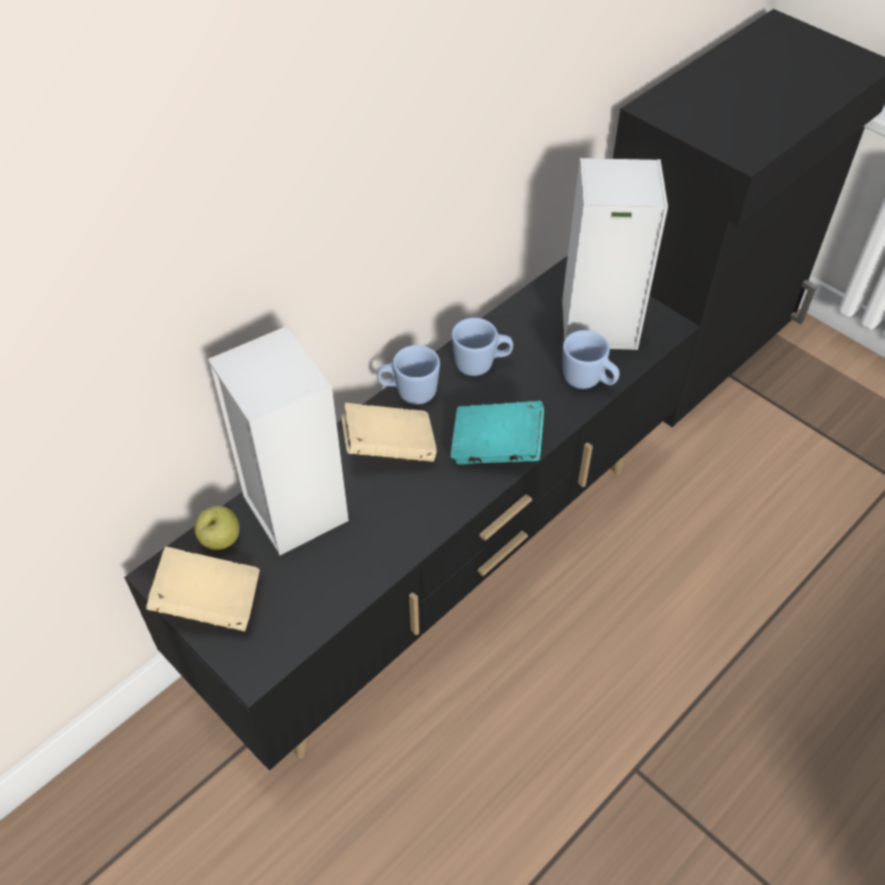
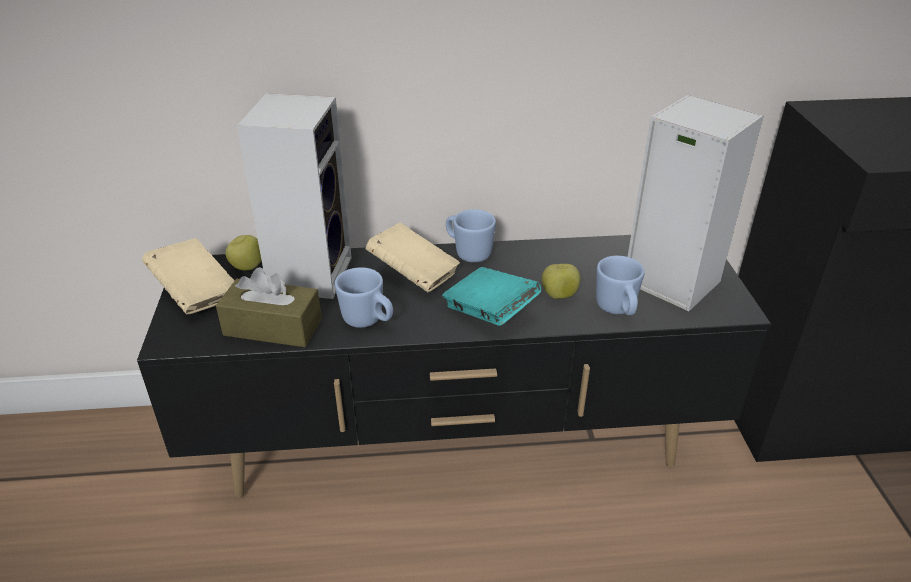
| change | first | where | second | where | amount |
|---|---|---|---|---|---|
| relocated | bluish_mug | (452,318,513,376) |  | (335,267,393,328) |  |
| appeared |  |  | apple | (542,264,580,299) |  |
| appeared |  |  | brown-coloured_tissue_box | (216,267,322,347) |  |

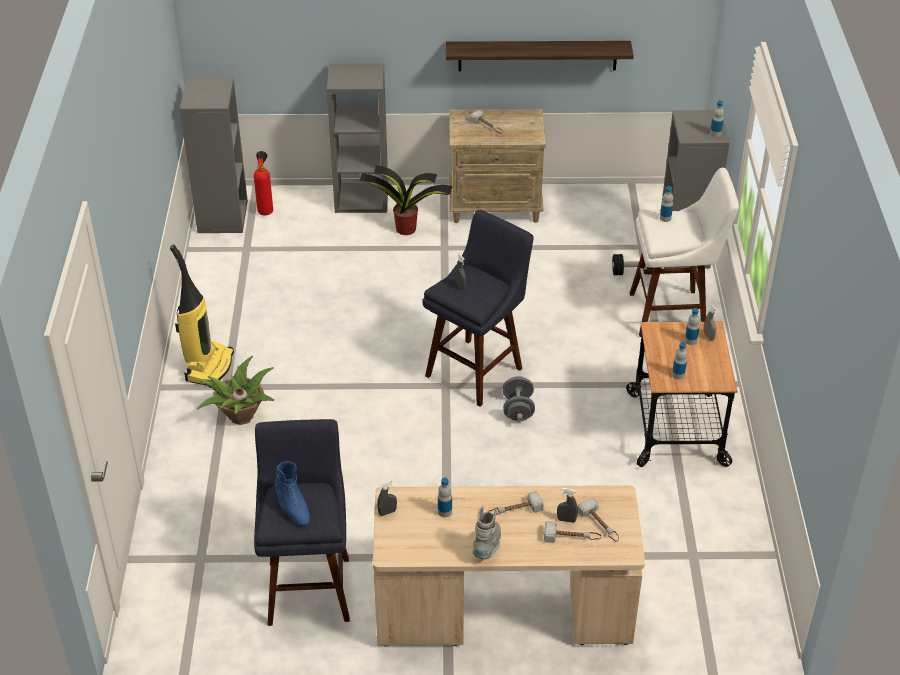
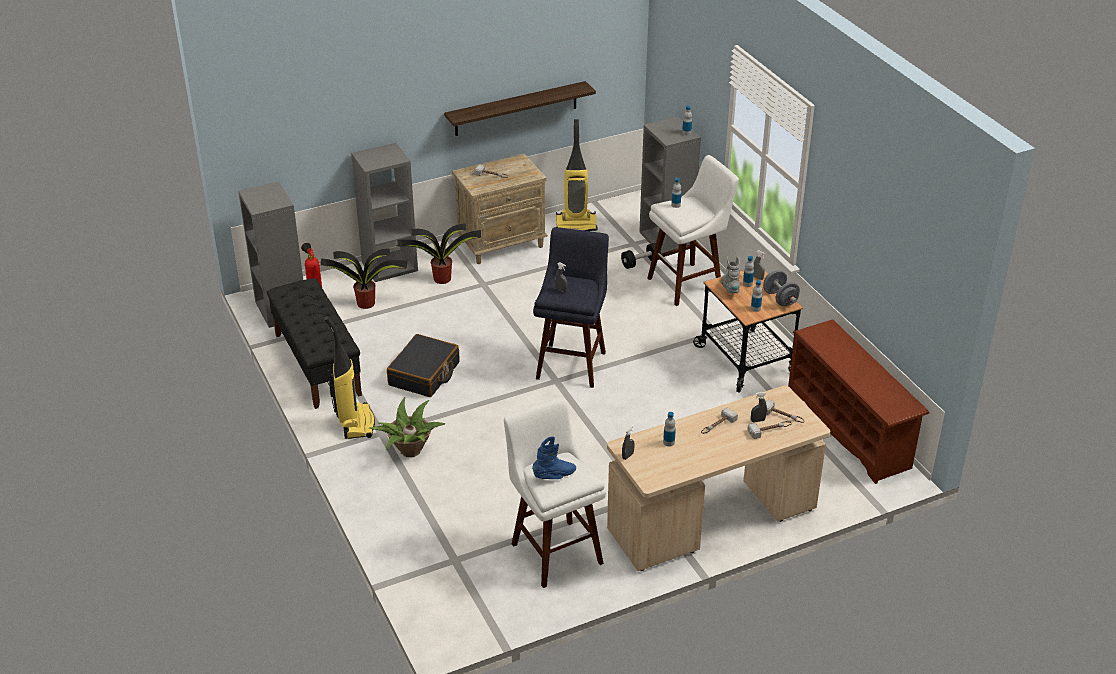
| change | first | where | second | where | amount |
|---|---|---|---|---|---|
| relocated | greyish_hand_weight | (502,376,535,421) |  | (763,270,800,306) |  |
| colour | bluish_stool | (254,419,350,626) | whitish_stool | (504,398,606,588) |  |
| spun | bluish_high-top_boot | (275,461,310,526) |  | (532,436,576,479) | 60 degrees counterclockwise |
| relocated | greyish_high-top_boot | (473,505,501,560) |  | (721,256,740,293) |  |
| appeared |  |  | hoover | (556,119,598,231) |  |
| appeared |  |  | houseplant | (320,249,407,309) |  |
| appeared |  |  | blackish_long_seat | (267,278,362,409) |  |
| appeared |  |  | brown-coloured_shoe_stand | (788,319,929,484) |  |
| appeared |  |  | blackish_travel_case | (387,334,459,397) |  |

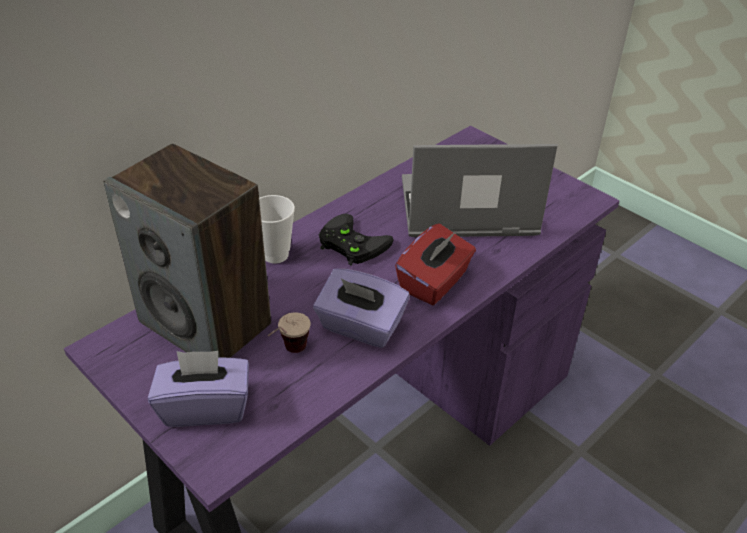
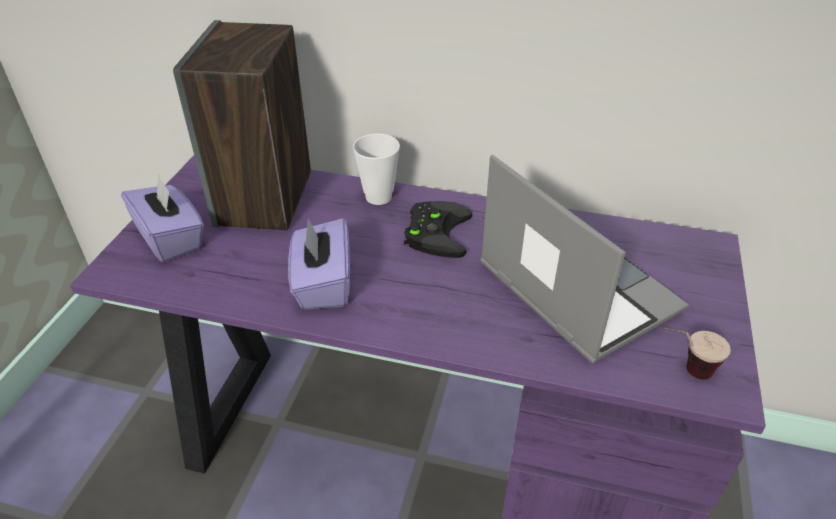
| change | first | where | second | where | amount |
|---|---|---|---|---|---|
| missing | red_tissue_box | (395,223,476,305) |  |  |  |
| relocated | small_cup | (268,312,311,353) |  | (664,328,731,379) |  |

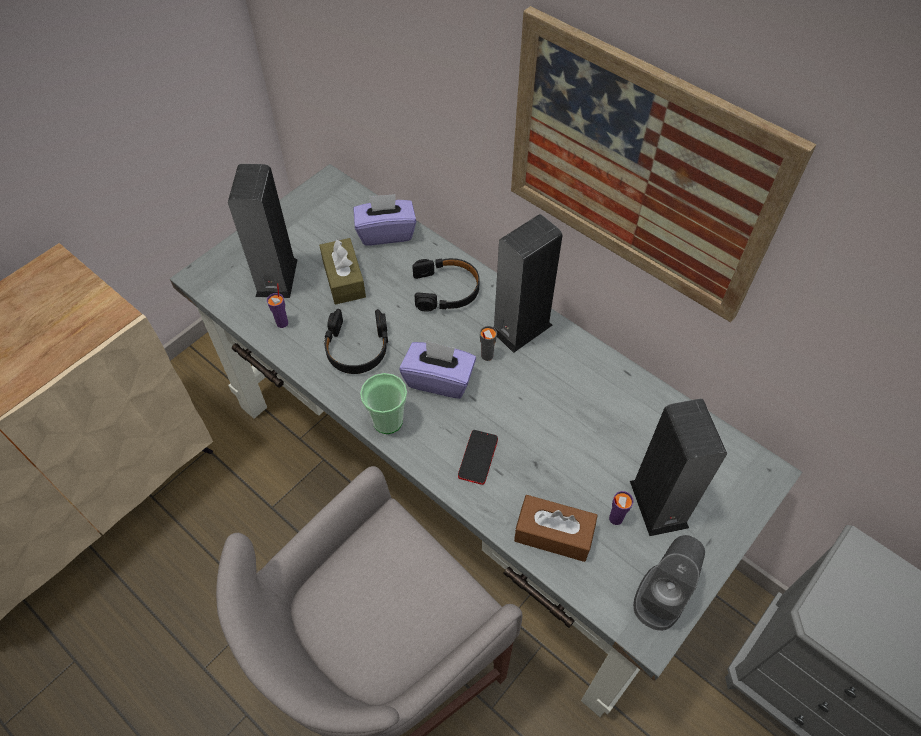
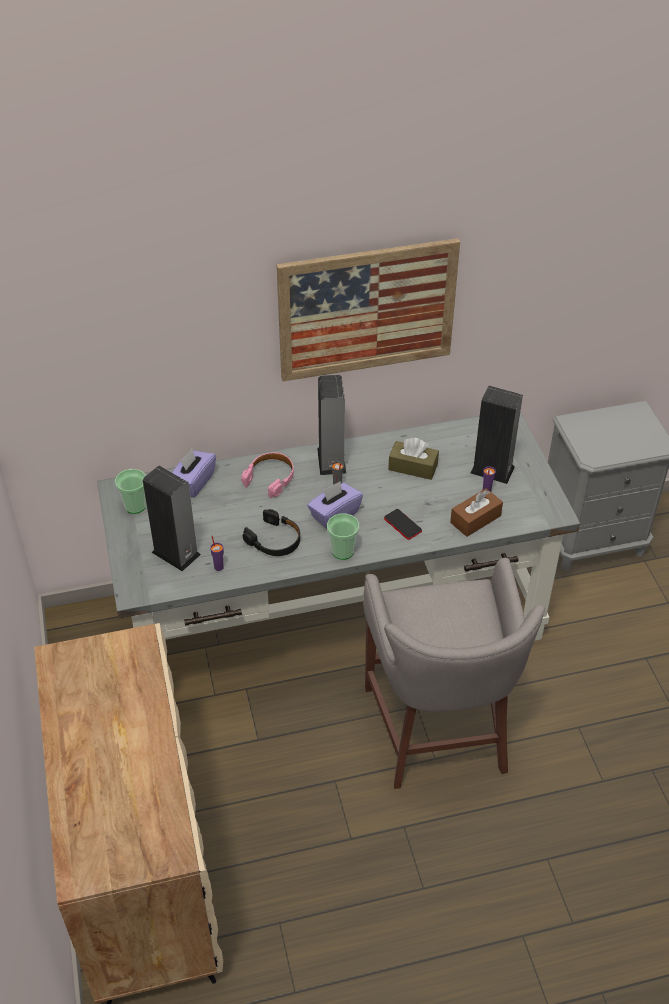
| change | first | where | second | where | amount |
|---|---|---|---|---|---|
| relocated | brown-coloured_tissue_box | (319,238,366,305) |  | (388,438,439,480) |  |
| colour | blackish_pair_of_headphones | (412,258,480,312) | pink-coloured_pair_of_headphones | (241,452,294,498) |  |
| missing | greyish_speaker | (633,535,705,631) |  |  |  |
| appeared |  |  | small_cup | (115,469,146,514) |  |

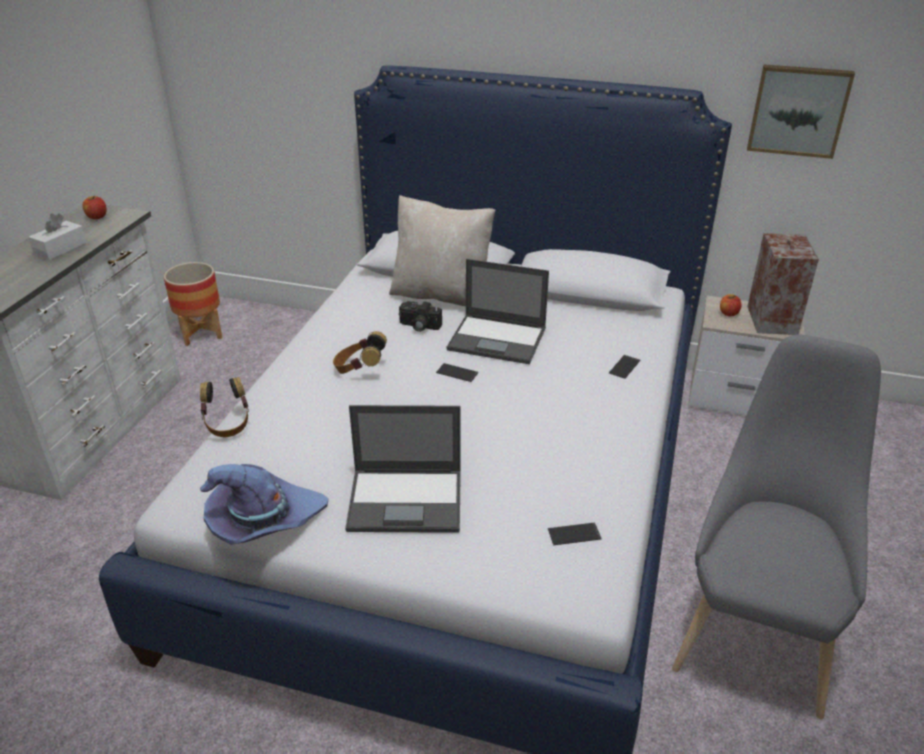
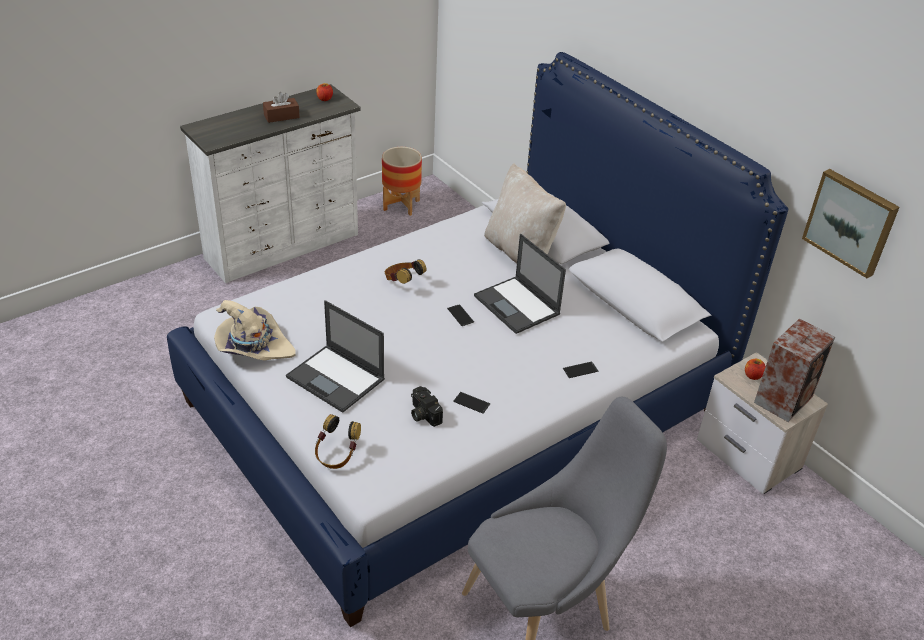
| change | first | where | second | where | amount |
|---|---|---|---|---|---|
| colour | whitish_tissue_box | (28,213,86,260) | brown-coloured_tissue_box | (263,92,300,123) |  |
| relocated | still_camera | (399,301,442,332) |  | (411,386,443,427) |  |
| relocated | pair_of_headphones | (200,377,249,437) |  | (315,414,361,469) |  |
| colour | purple-coloured_wearable_hat | (200,464,328,545) | beige-coloured_wearable_hat | (214,300,296,361) |  |
| relocated | handset | (548,522,602,545) |  | (453,392,490,414) |  |

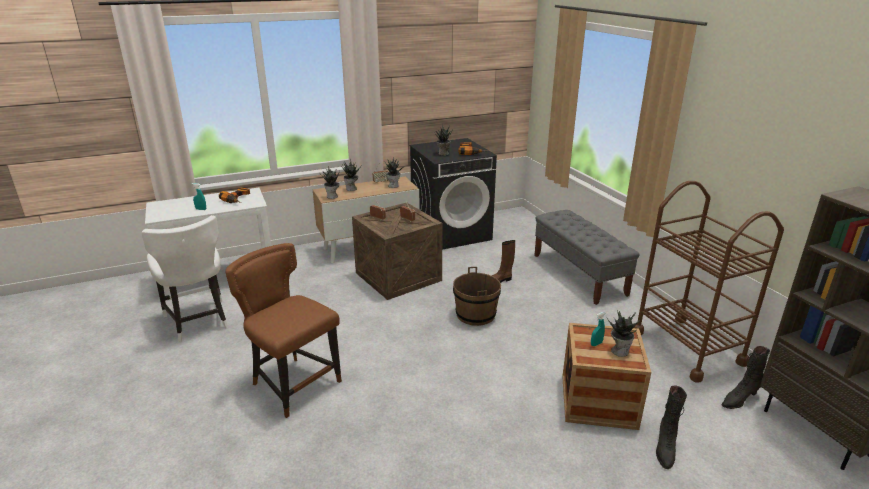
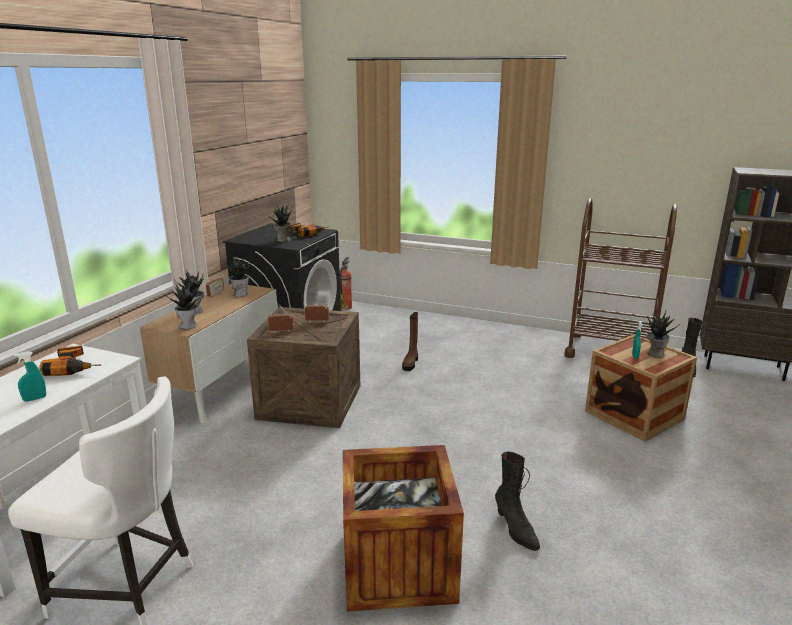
| change | first | where | second | where | amount |
|---|---|---|---|---|---|
| missing | greyish_long_seat | (534,210,640,305) |  |  |  |
| exchanged | brown-coloured_chair | (226,243,342,418) | crate | (343,445,464,612) |  |
| missing | brown-coloured_pail | (453,267,501,326) |  |  |  |
| relocated | blackish_high-top_boot | (656,386,687,469) |  | (495,452,540,551) |  |
| appeared |  |  | fire_extinguisher | (340,257,352,310) |  |

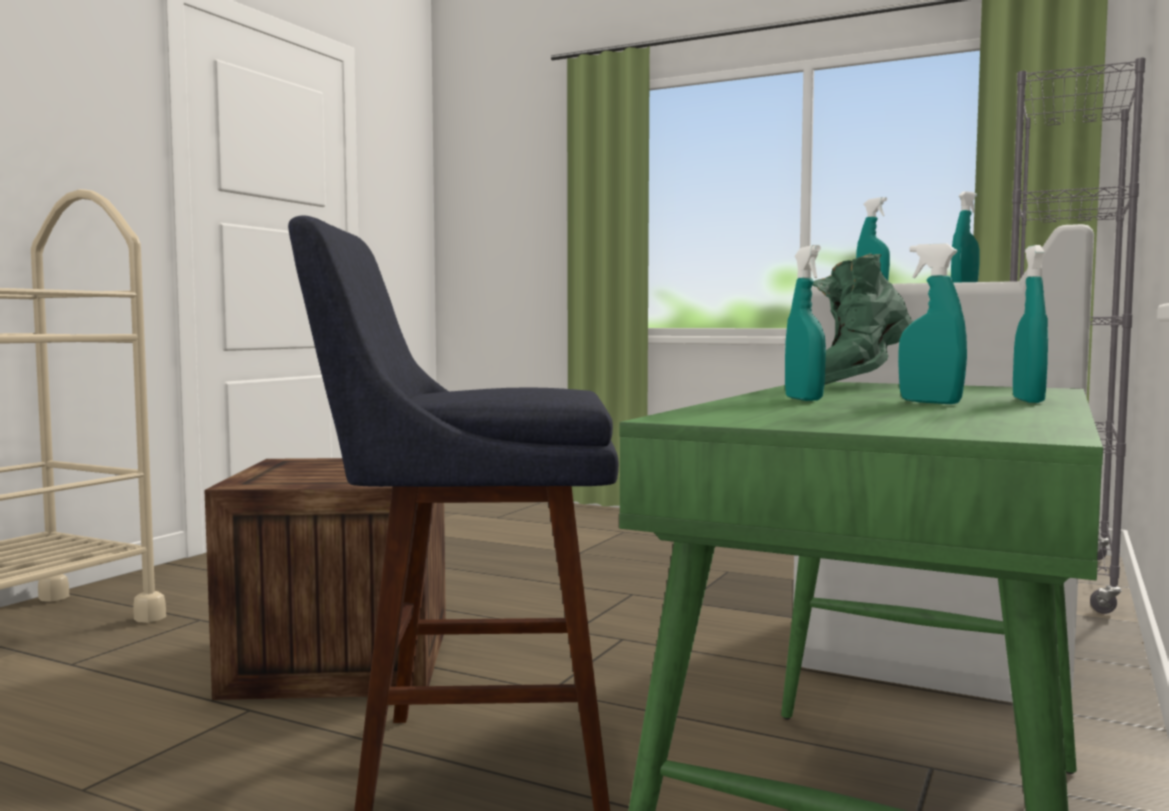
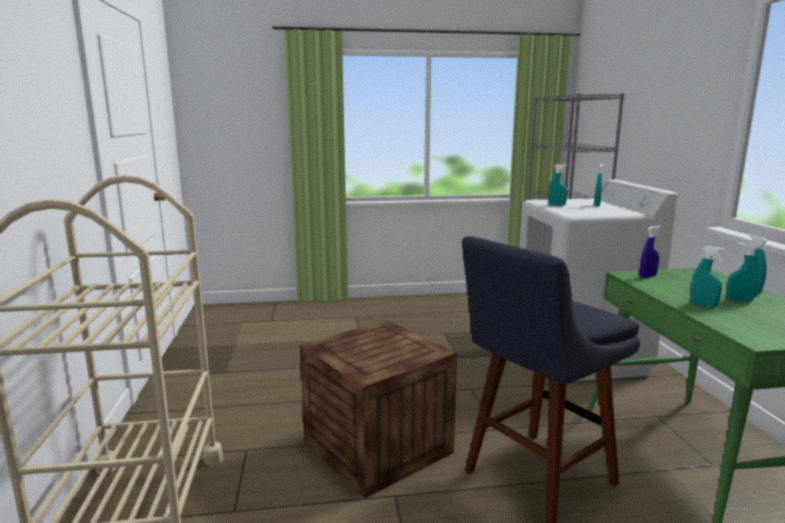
| change | first | where | second | where | amount |
|---|---|---|---|---|---|
| exchanged | green_high-top_boot | (813,253,913,385) | bluish_hand_sprayer | (639,226,661,278) |  |

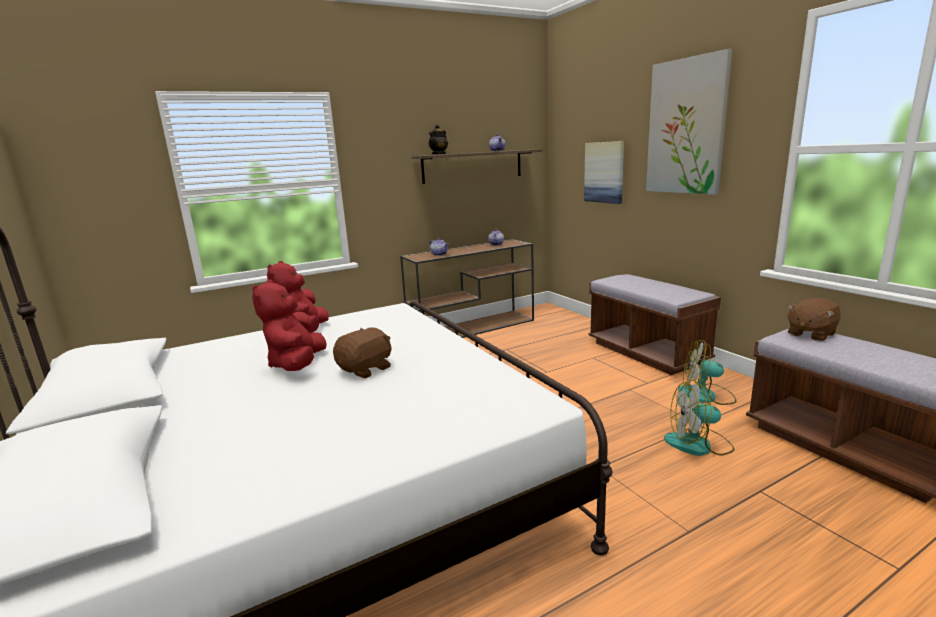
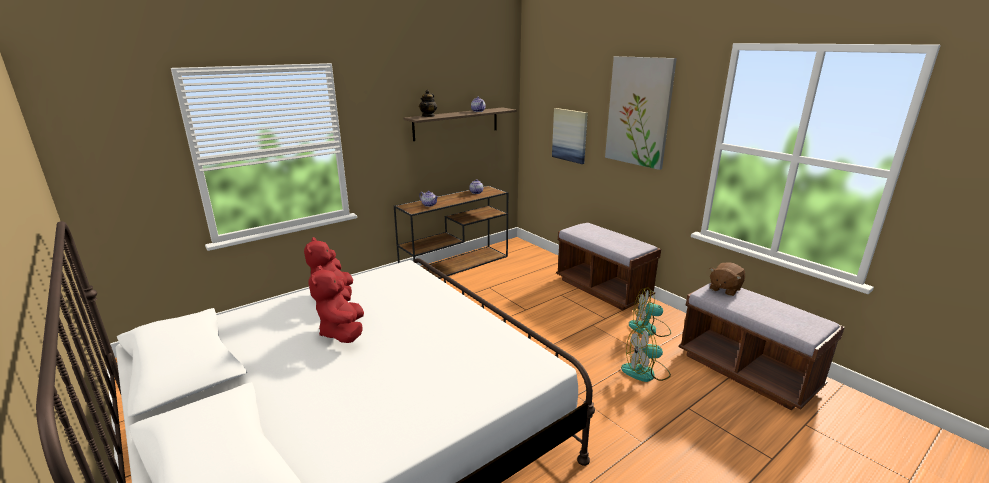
| change | first | where | second | where | amount |
|---|---|---|---|---|---|
| missing | brown-coloured_soft_toy | (333,327,392,378) |  |  |  |

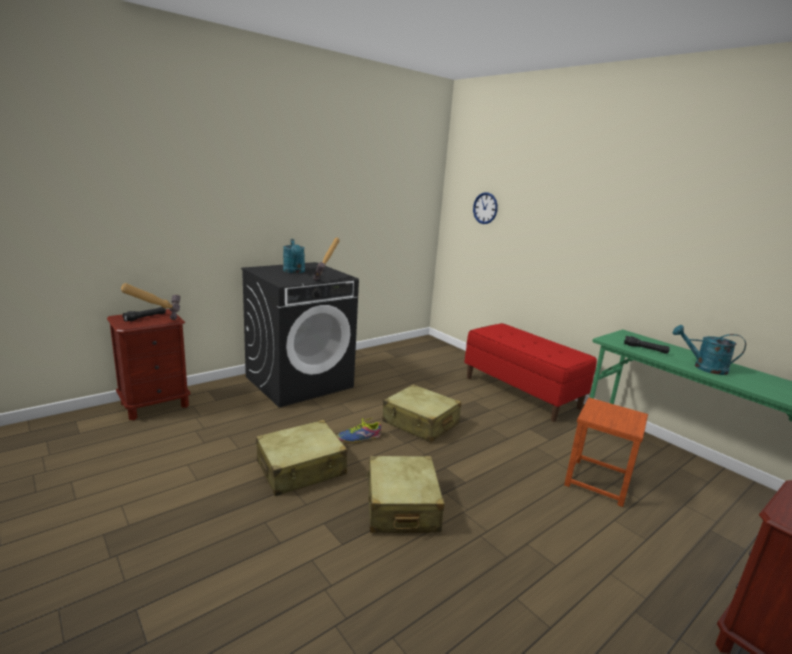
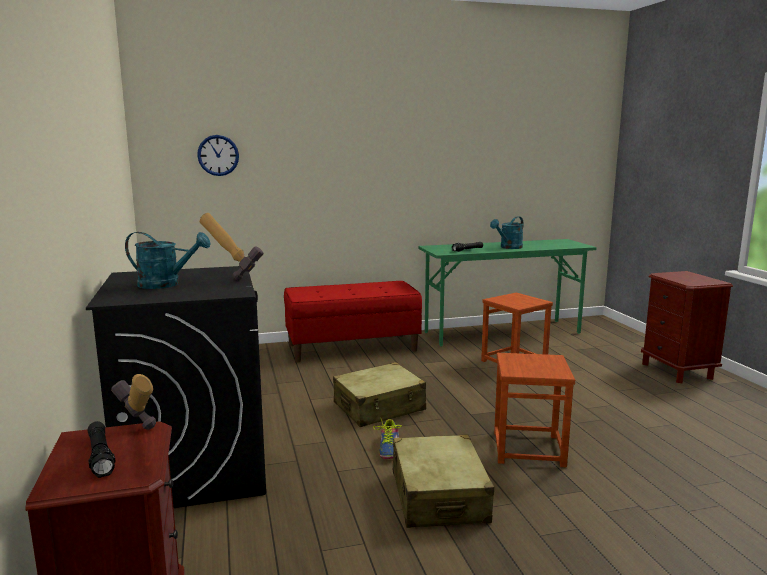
| change | first | where | second | where | amount |
|---|---|---|---|---|---|
| exchanged | beige-coloured_travel_case | (366,456,444,533) | brown-coloured_stool | (494,353,575,468) |  |

